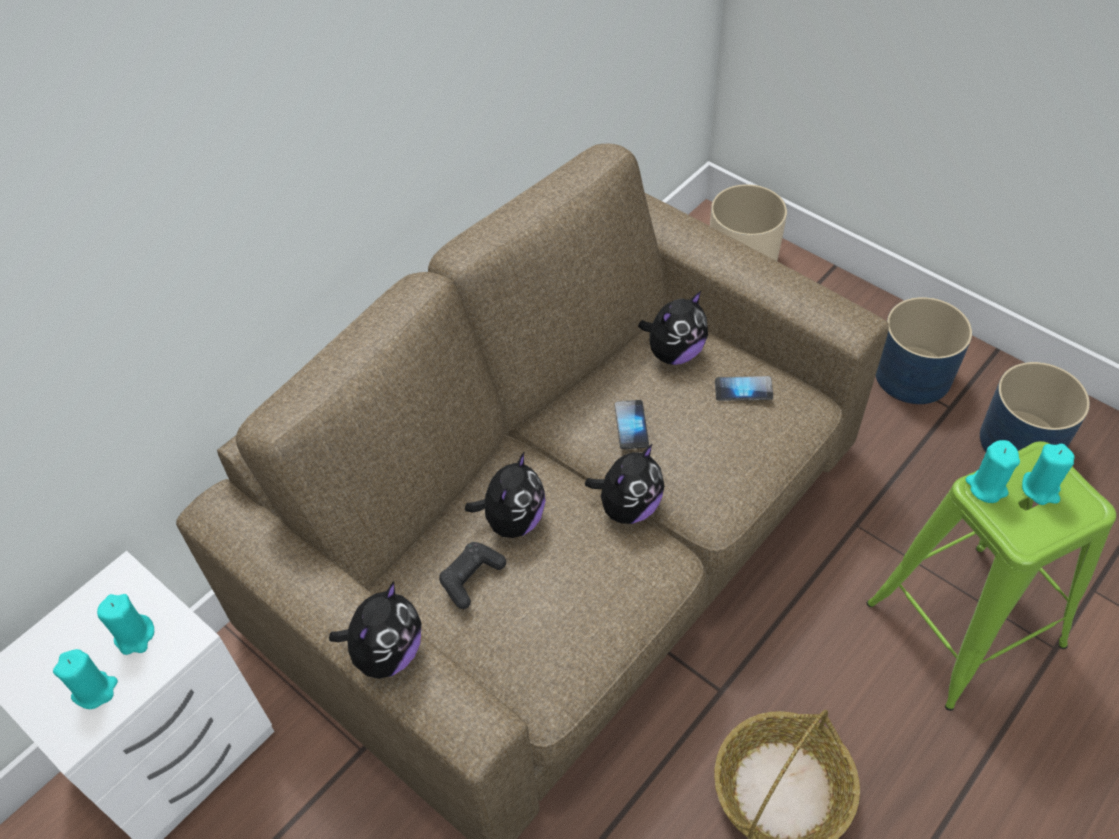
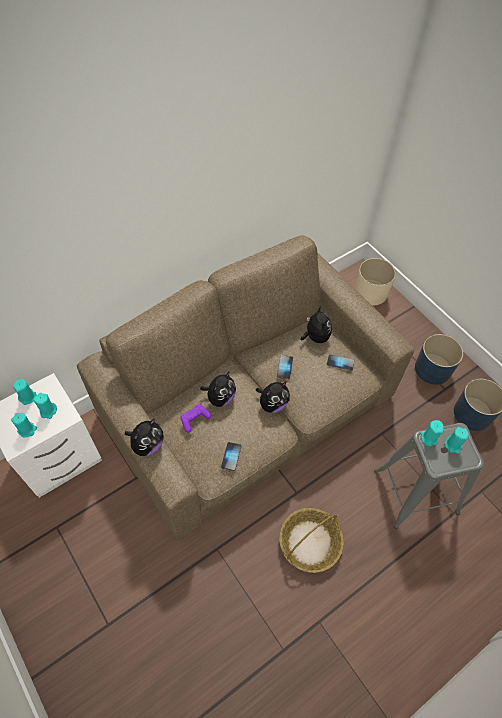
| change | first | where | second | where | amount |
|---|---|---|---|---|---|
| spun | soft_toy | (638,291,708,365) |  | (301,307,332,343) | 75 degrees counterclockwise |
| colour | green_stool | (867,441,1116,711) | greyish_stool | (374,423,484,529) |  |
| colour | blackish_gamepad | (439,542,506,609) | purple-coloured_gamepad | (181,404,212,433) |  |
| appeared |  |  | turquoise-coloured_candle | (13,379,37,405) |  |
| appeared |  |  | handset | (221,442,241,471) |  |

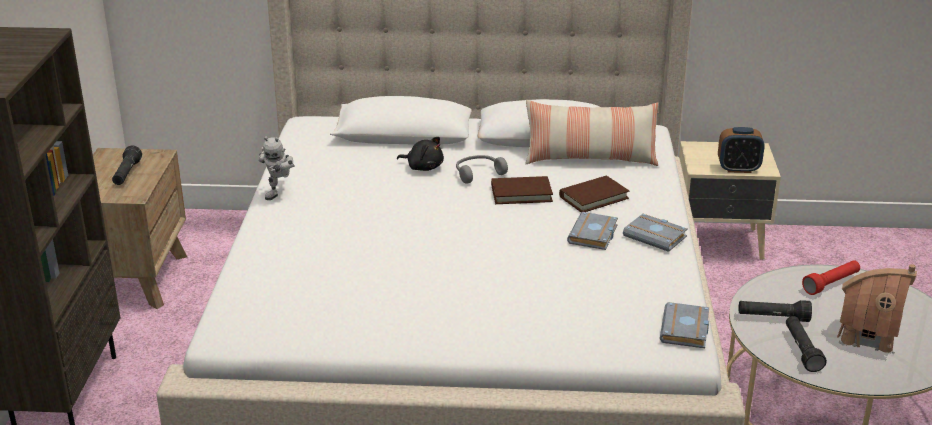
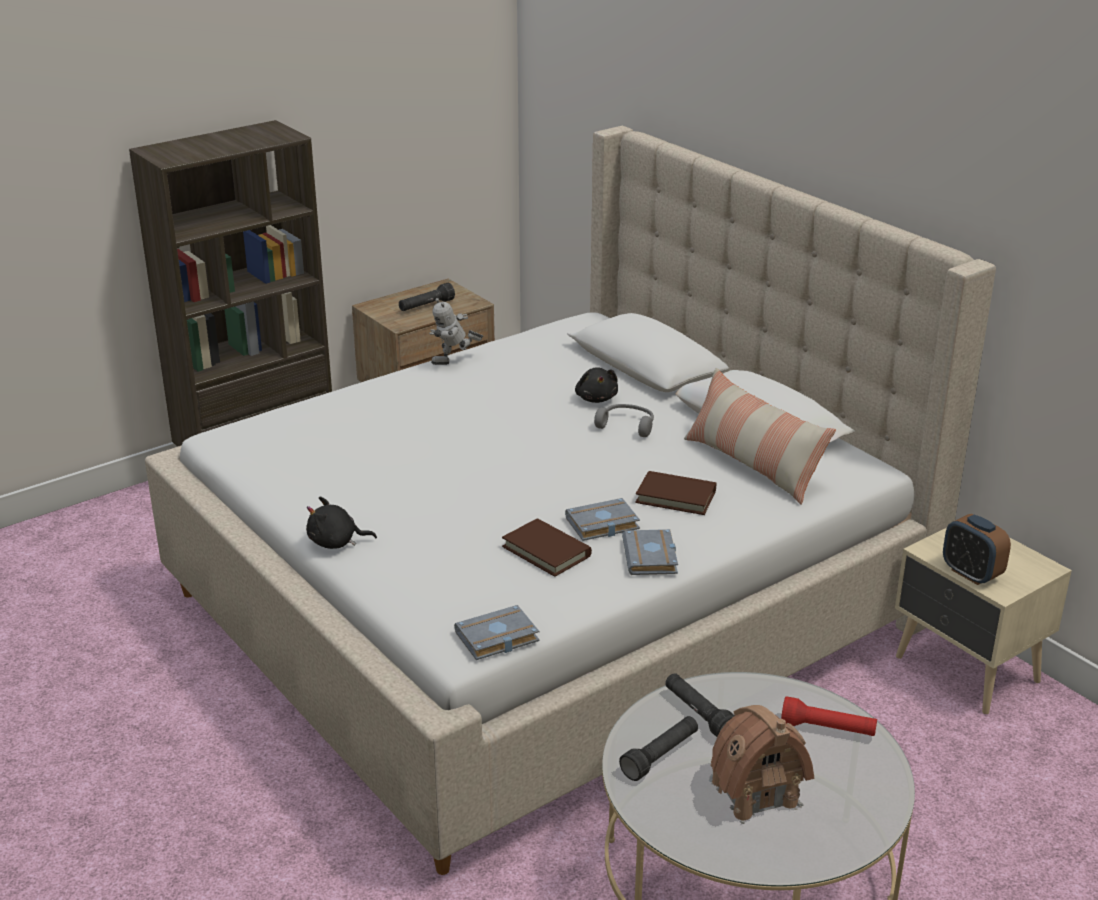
| change | first | where | second | where | amount |
|---|---|---|---|---|---|
| relocated | brown-coloured_book | (491,176,553,204) |  | (502,518,592,577) |  |
| appeared |  |  | blackish_soft_toy | (306,496,377,549) |  |

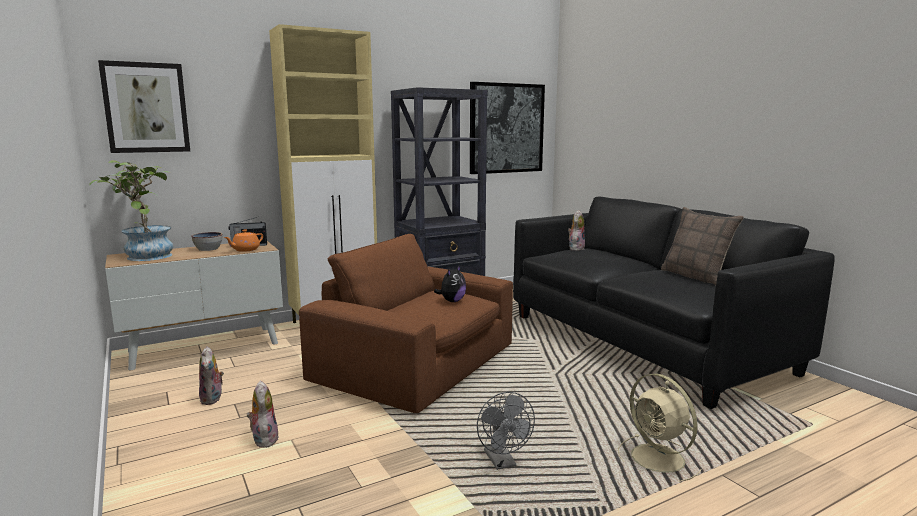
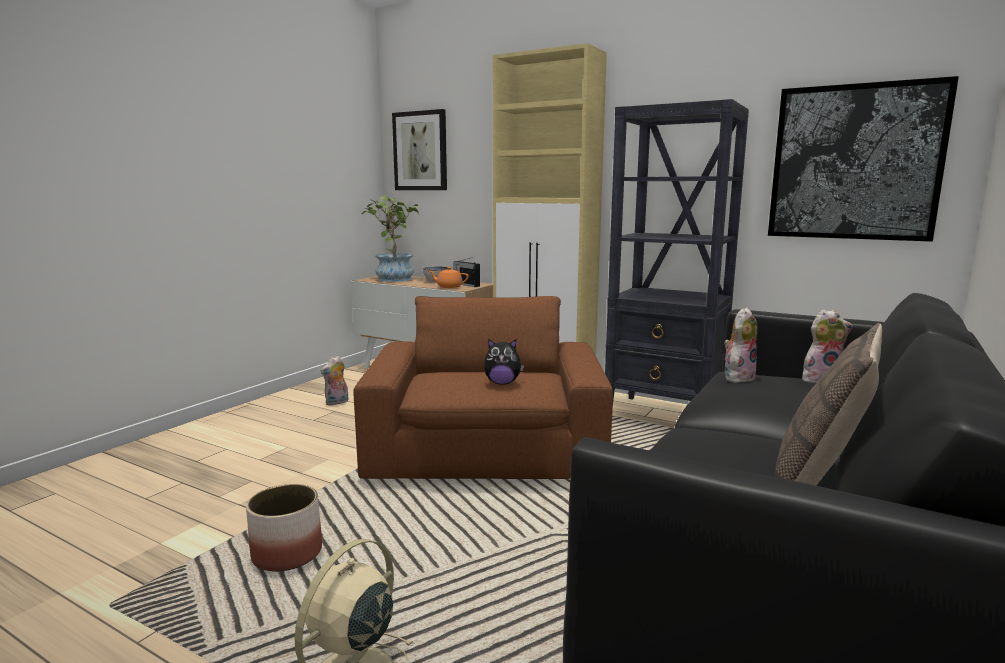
| change | first | where | second | where | amount |
|---|---|---|---|---|---|
| relocated | soft_toy | (247,380,279,448) |  | (724,308,757,383) |  |
| exchanged | greyish_cooling_fan | (477,392,535,470) | planter | (246,484,322,572) |  |

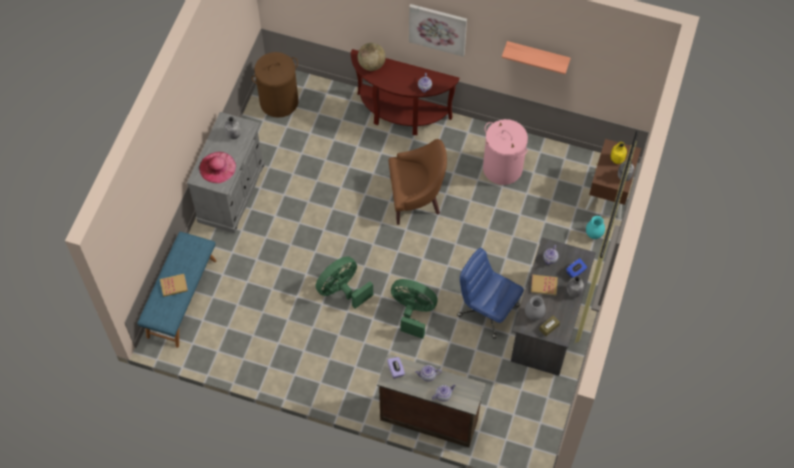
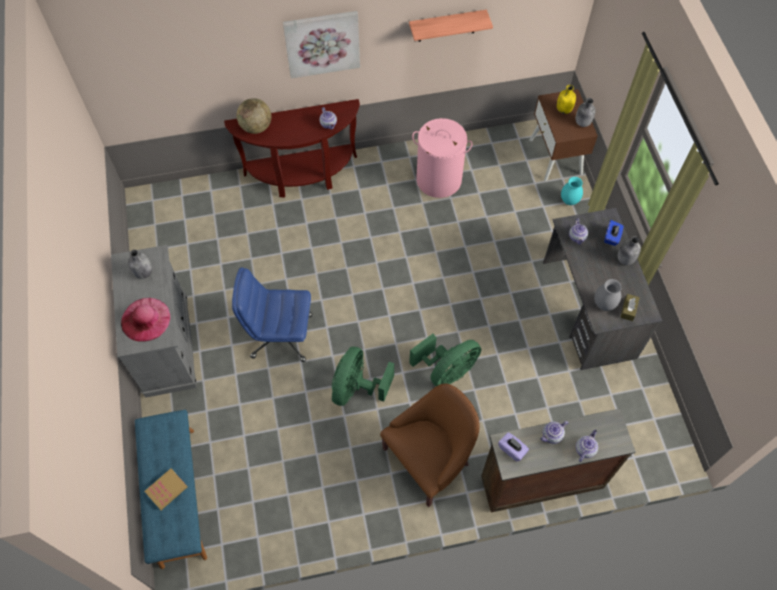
| change | first | where | second | where | amount |
|---|---|---|---|---|---|
| missing | brown-coloured_laundry_basket | (252,52,299,118) |  |  |  |
| relocated | brown-coloured_easy_chair | (389,139,447,225) |  | (380,383,480,507) |  |
| relocated | bluish_desk_chair | (457,248,524,339) |  | (232,267,312,362) |  |
| missing | book | (531,275,558,296) |  |  |  |
| spun | green_cooling_fan | (391,279,438,339) |  | (409,334,481,386) | 150 degrees clockwise |

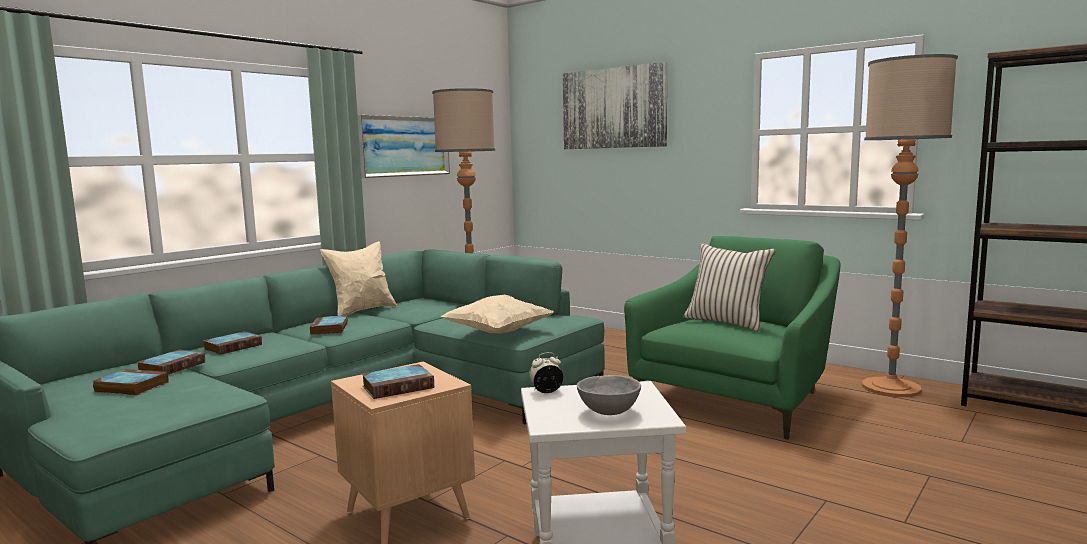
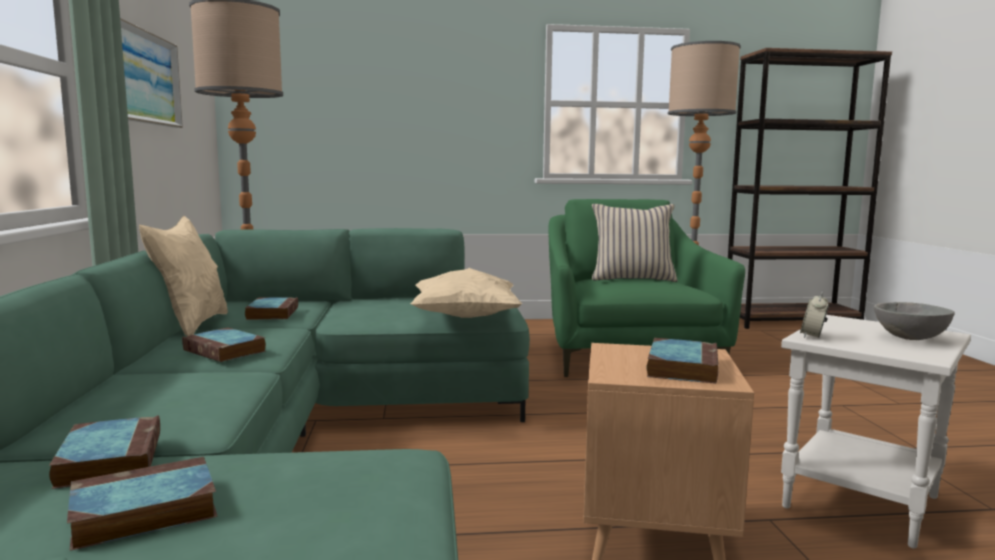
| change | first | where | second | where | amount |
|---|---|---|---|---|---|
| missing | wall_art | (563,62,667,149) |  |  |  |
| relocated | book | (203,331,262,355) |  | (245,297,298,320) |  |

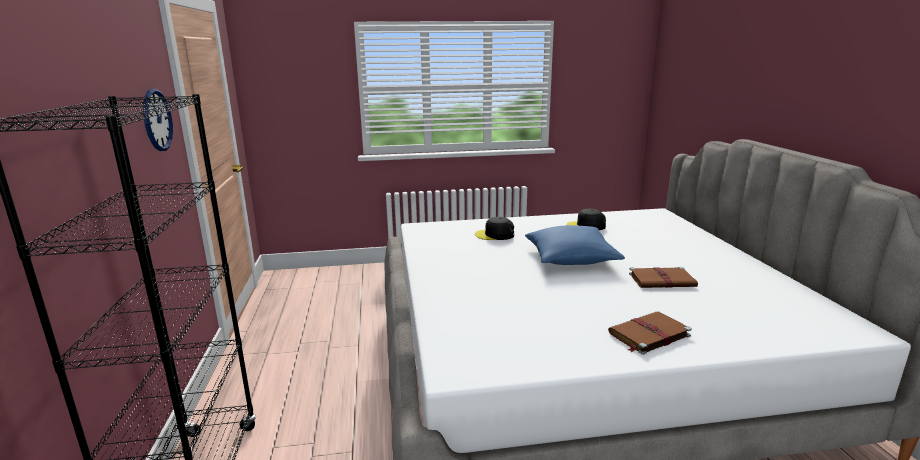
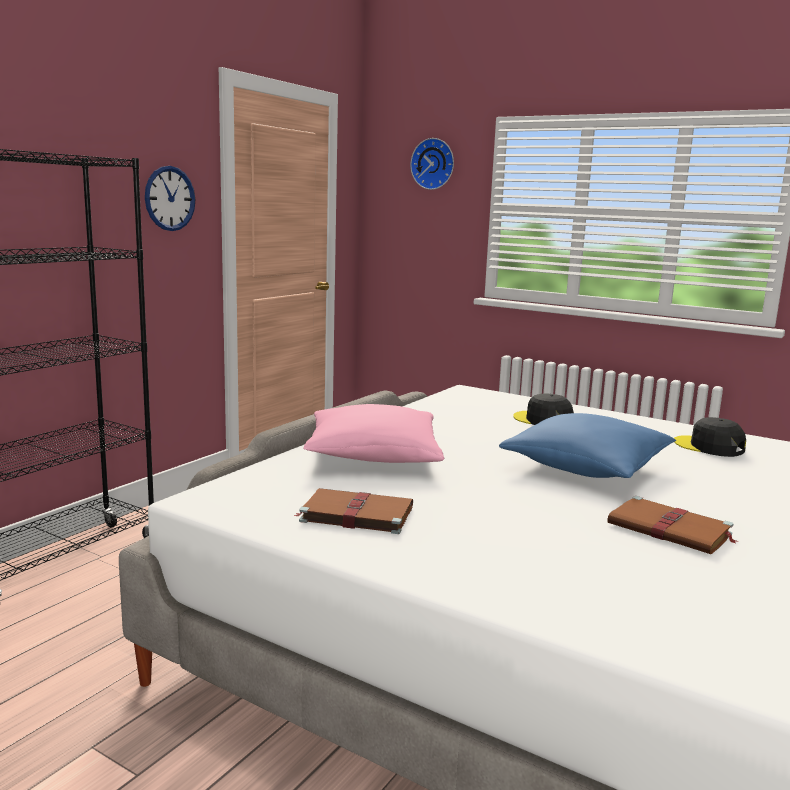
| change | first | where | second | where | amount |
|---|---|---|---|---|---|
| relocated | brown-coloured_book | (608,312,692,355) |  | (294,488,413,534) |  |
| appeared |  |  | wall_clock | (410,138,454,190) |  |
| appeared |  |  | pink-coloured_cushion | (303,404,444,463) |  |

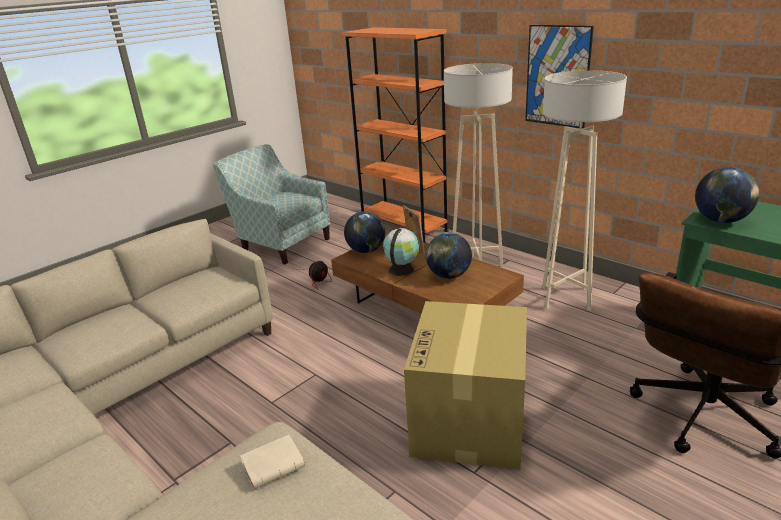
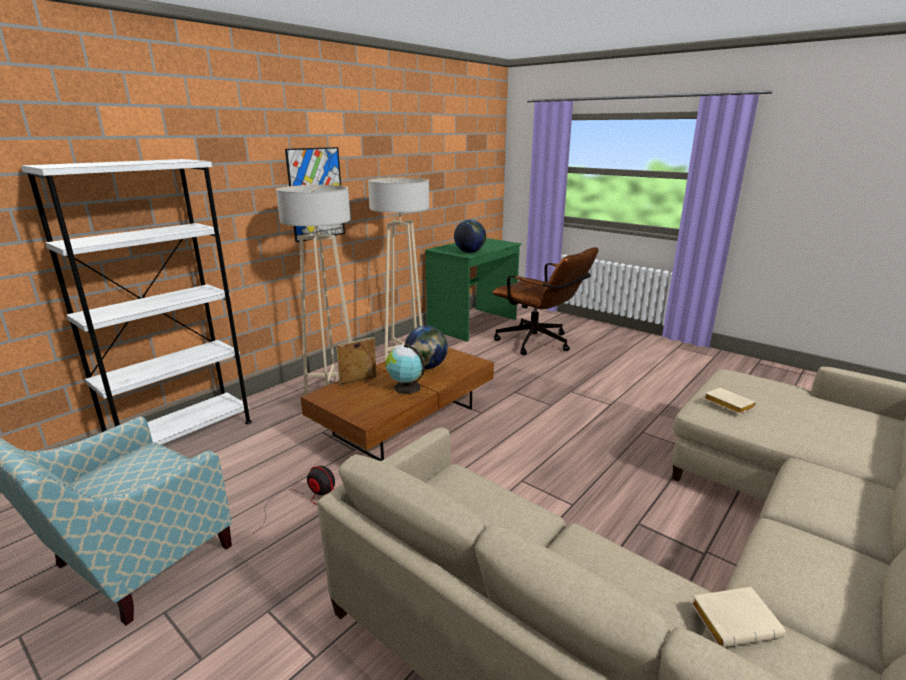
| change | first | where | second | where | amount |
|---|---|---|---|---|---|
| colour | orange_bookcase | (342,27,449,243) | whitish_bookcase | (21,159,252,445) |  |
| missing | globe | (344,211,385,253) |  |  |  |
| missing | carton | (404,301,527,470) |  |  |  |
| appeared |  |  | beige-coloured_book | (691,587,786,647) |  |

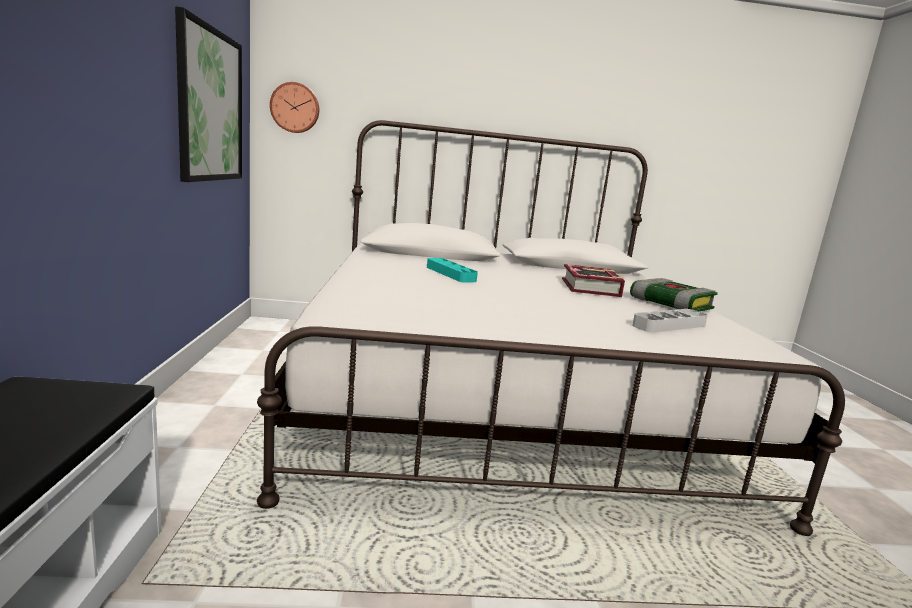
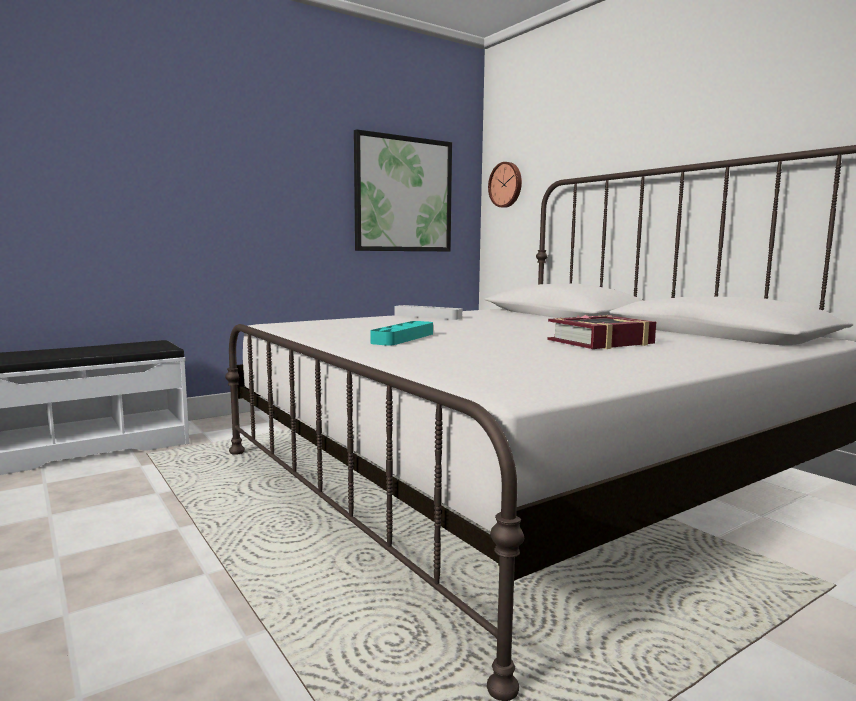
| change | first | where | second | where | amount |
|---|---|---|---|---|---|
| relocated | turquoise-coloured_tray | (427,258,478,283) |  | (370,321,433,346) |  |
| missing | book | (630,278,718,312) |  |  |  |
| relocated | greyish_tray | (632,309,708,333) |  | (395,305,462,320) |  |

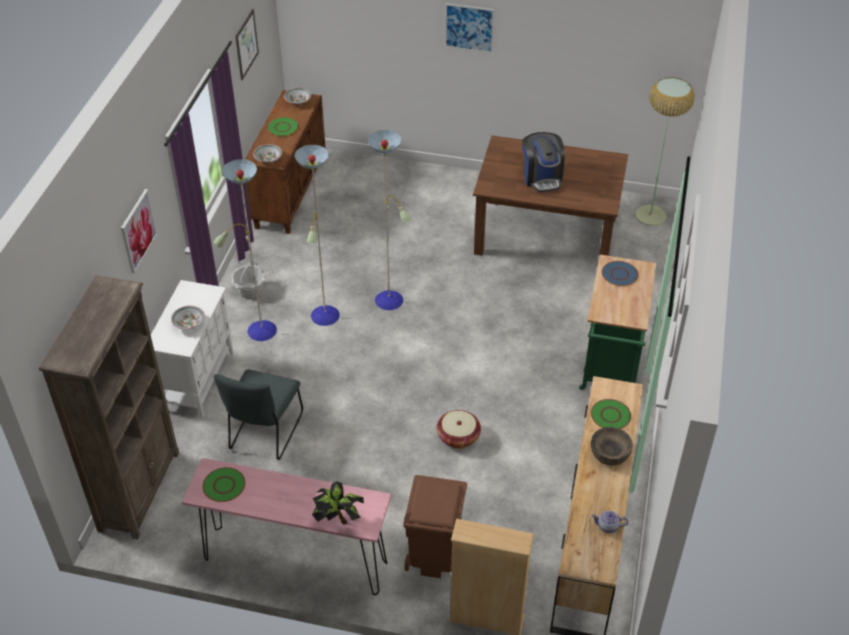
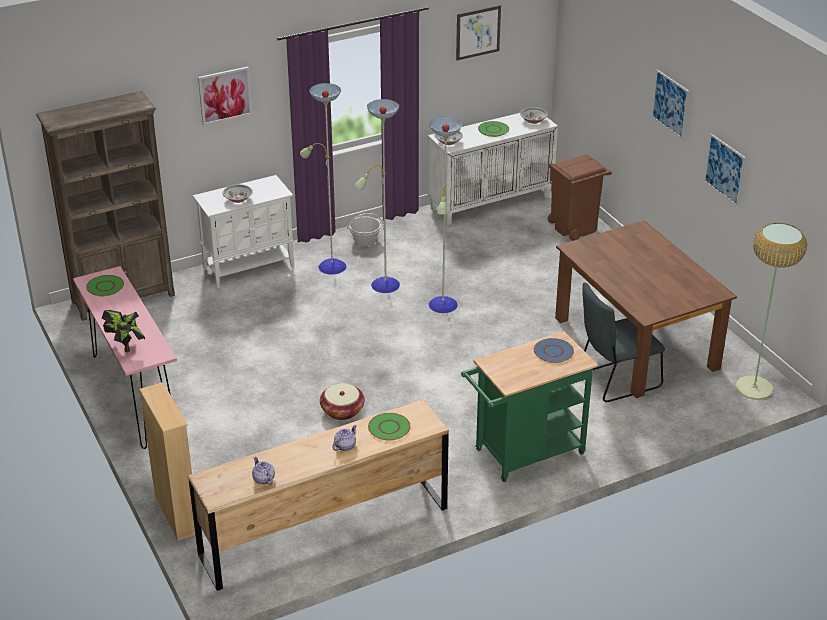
| change | first | where | second | where | amount |
|---|---|---|---|---|---|
| colour | brown-coloured_cupboard | (245,90,326,234) | whitish_cupboard | (427,113,558,225) |  |
| missing | coffee_maker | (522,132,565,192) |  |  |  |
| relocated | greyish_chair | (214,369,303,460) |  | (582,283,665,402) |  |
| exchanged | brown-coloured_bowl | (591,427,633,466) | tea_pot | (333,425,357,451) |  |
| relocated | brown-coloured_waste_bin | (403,475,467,578) |  | (548,154,612,241) |  |
| appeared |  |  | wall_art | (704,134,746,207) |  |

